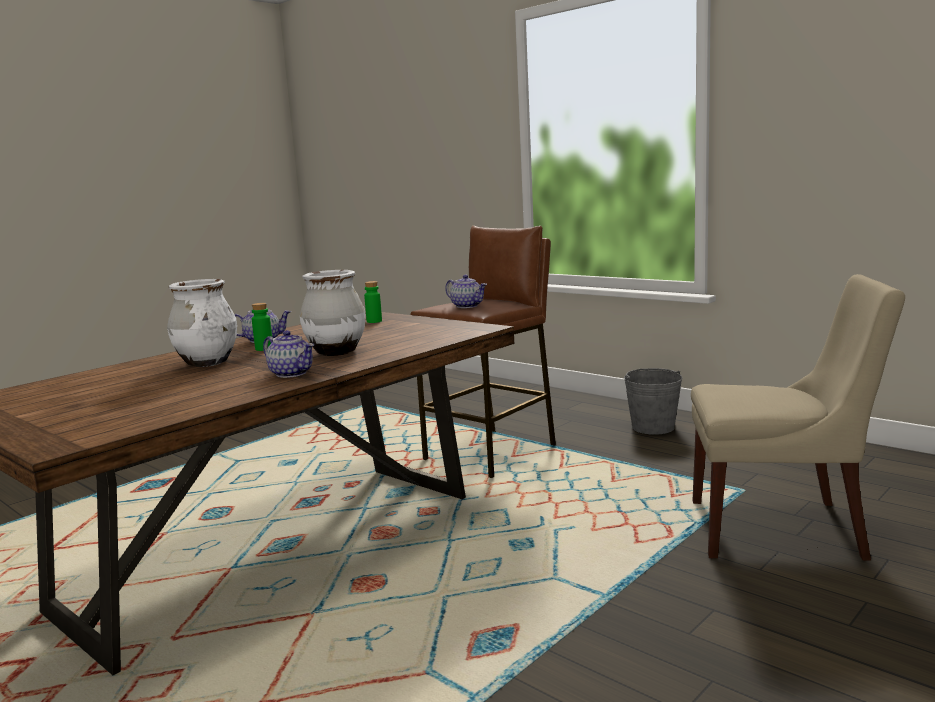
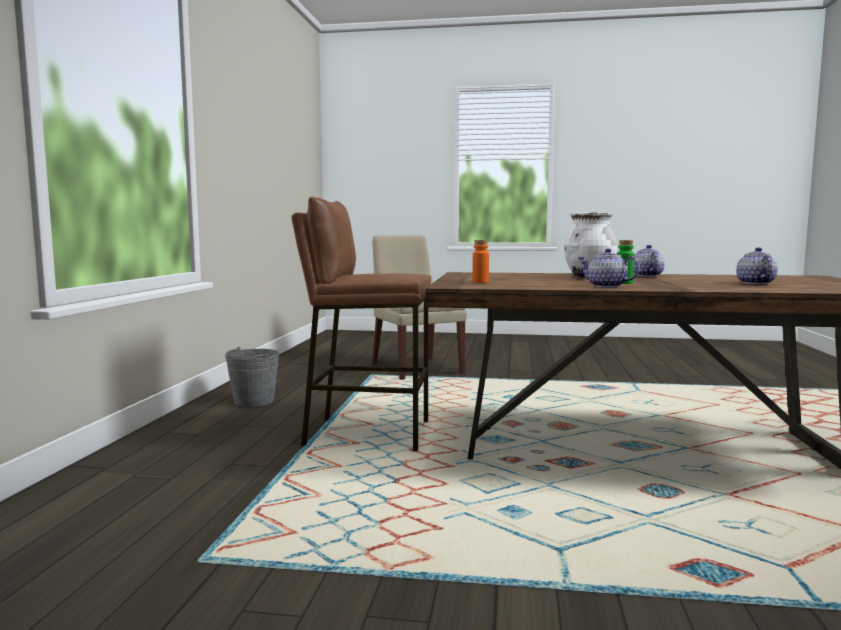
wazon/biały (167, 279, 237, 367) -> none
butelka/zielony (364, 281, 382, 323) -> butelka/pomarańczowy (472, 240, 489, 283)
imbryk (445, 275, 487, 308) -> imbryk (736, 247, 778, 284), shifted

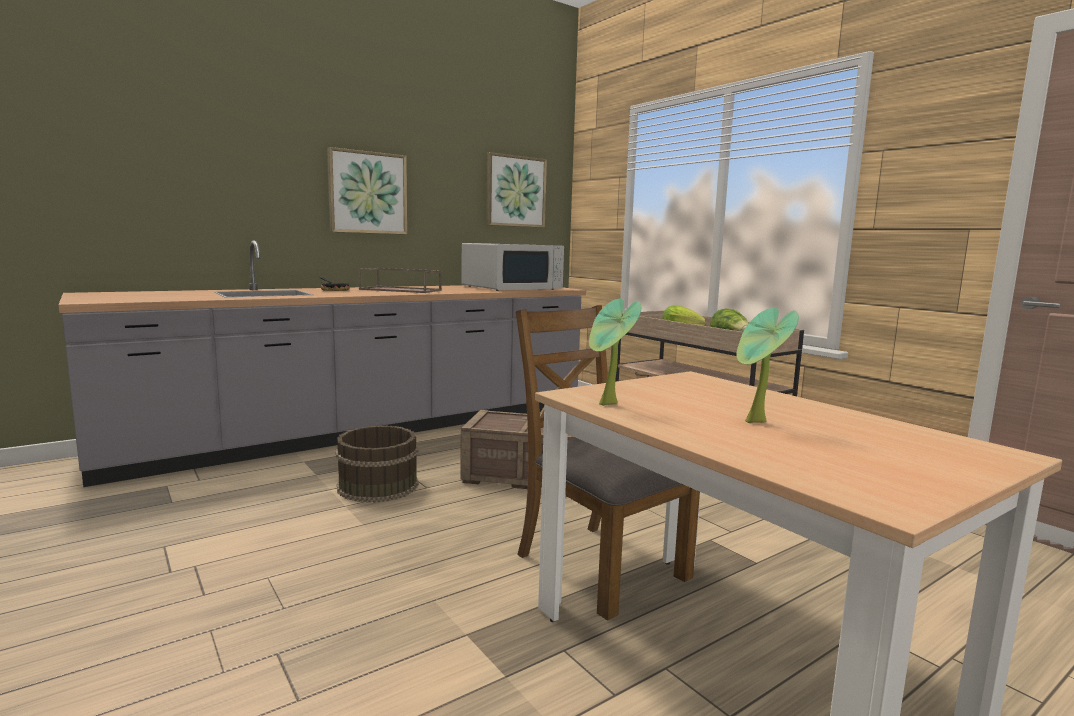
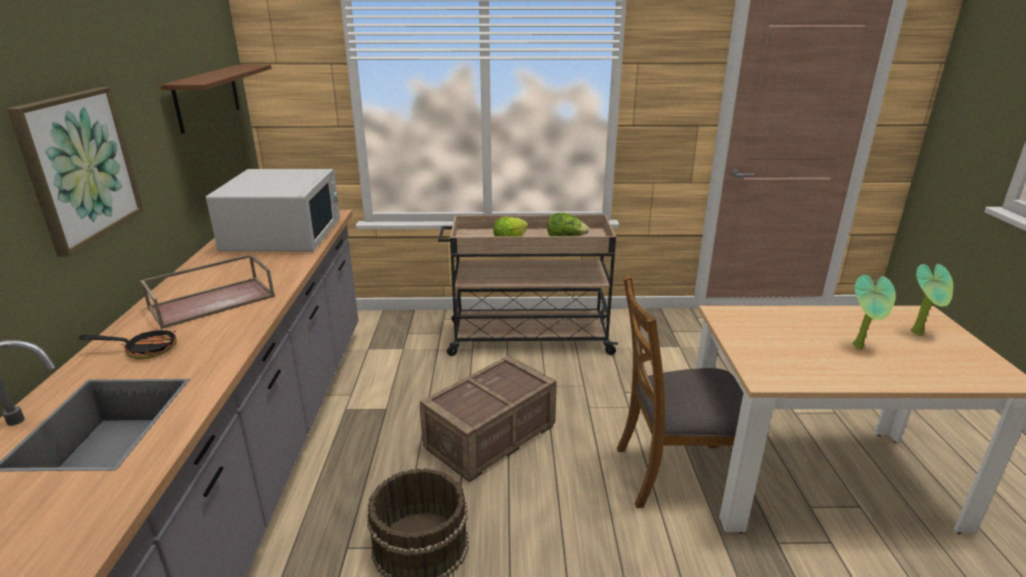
obraz (486, 152, 547, 228) -> półka/brązowy (160, 65, 271, 134)
roślina doniczkowa (589, 298, 641, 406) -> roślina doniczkowa (911, 264, 953, 336), shifted

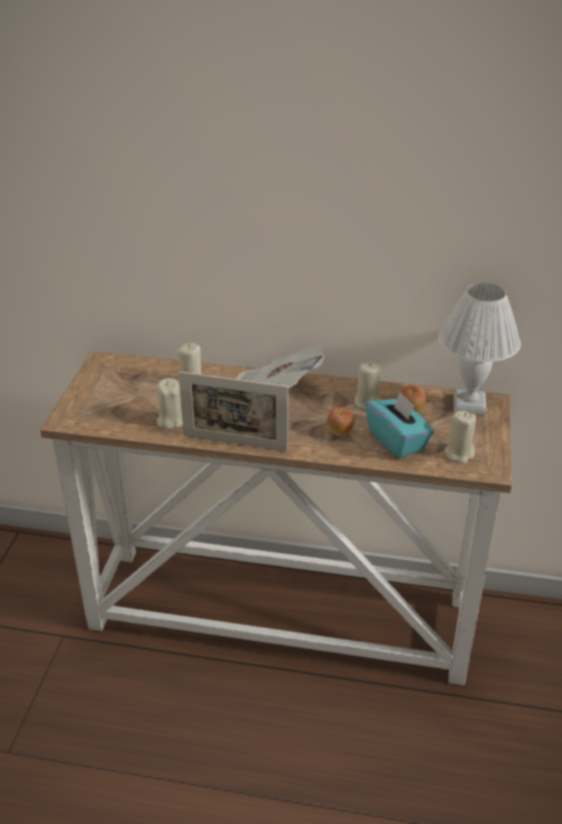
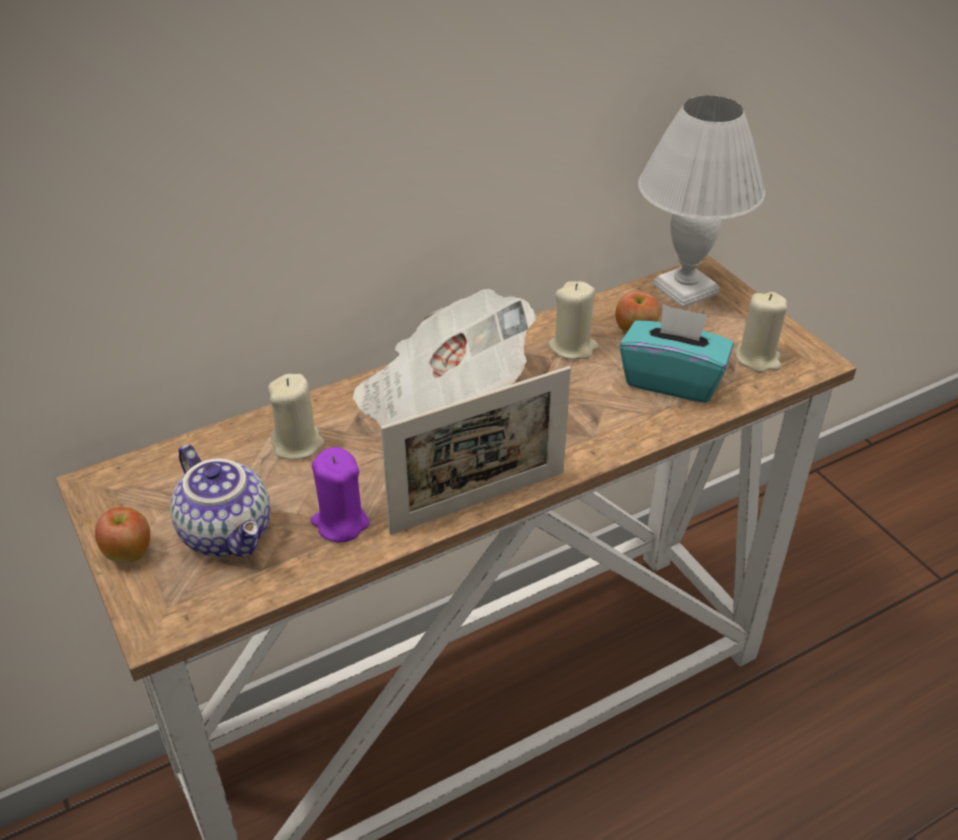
świeca/beżowy (157, 378, 183, 429) -> świeca/fioletowy (311, 447, 370, 543)
jabłko (327, 407, 354, 437) -> jabłko (95, 507, 150, 563), shifted
none -> imbryk (171, 444, 270, 557)

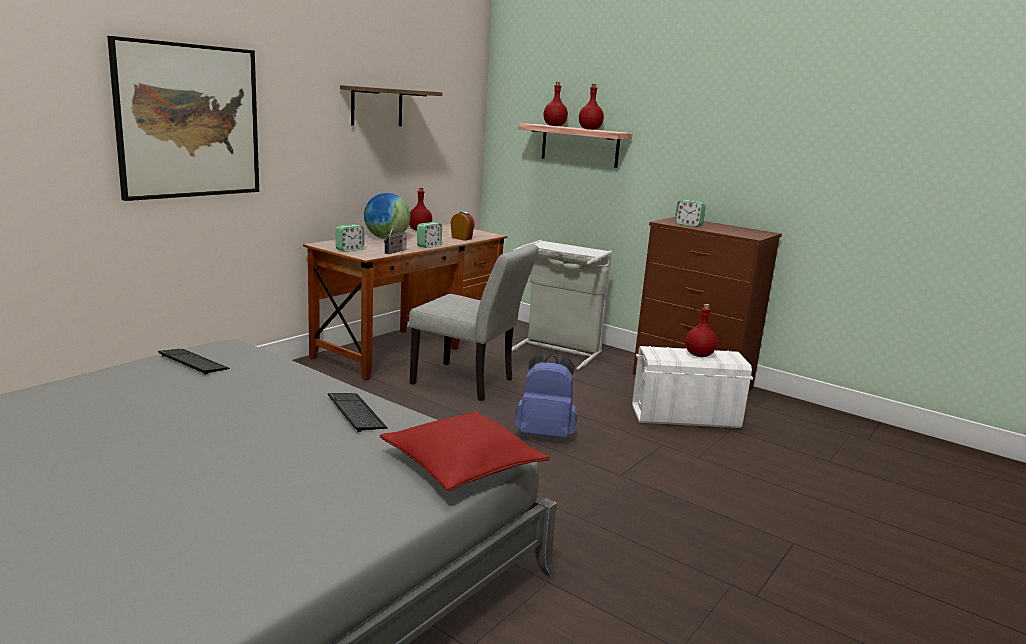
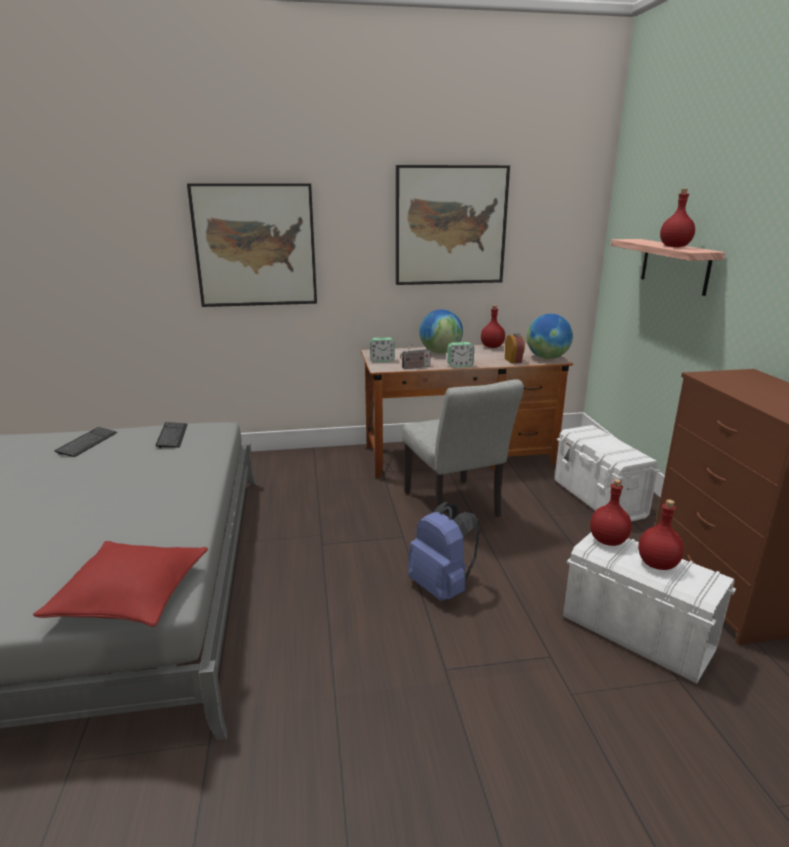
klawiatura (328, 393, 388, 432) -> klawiatura (54, 427, 117, 457), shifted
półka (340, 85, 442, 126) -> obraz (396, 165, 510, 285)
kosz na pranie/szary (512, 240, 613, 370) -> pojemnik do przechowywania/biały (555, 425, 661, 522)
butelka/czerwony (543, 82, 568, 126) -> butelka/czerwony (590, 479, 632, 546), shifted
budzik (675, 200, 706, 227) -> none
none -> globus (527, 314, 573, 359)

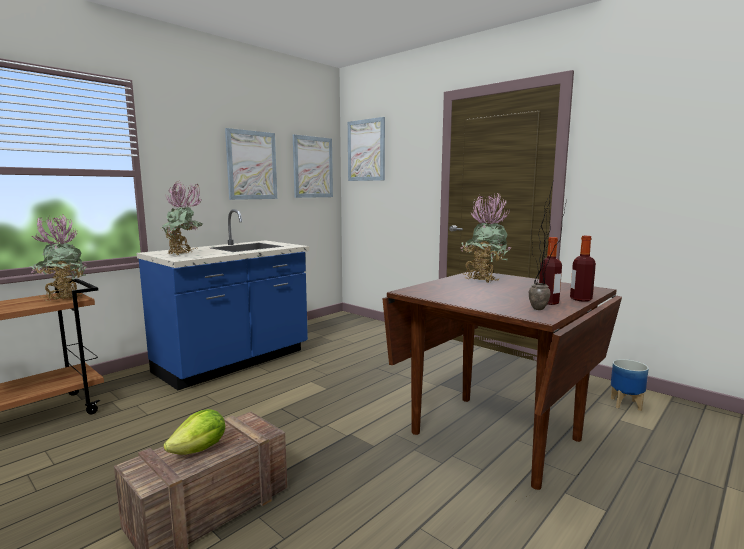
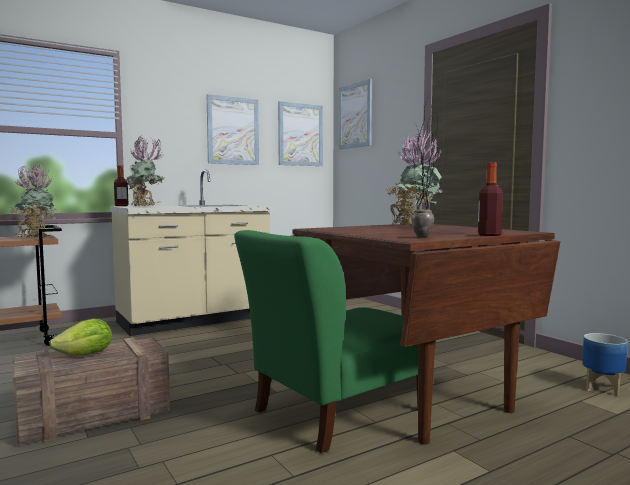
zabudowa kuchenna/niebieski (137, 209, 309, 390) -> zabudowa kuchenna/beżowy (110, 170, 273, 336)
butelka (539, 237, 562, 305) -> butelka (114, 166, 129, 206), shifted
none -> krzesło/zielony (234, 230, 418, 453)

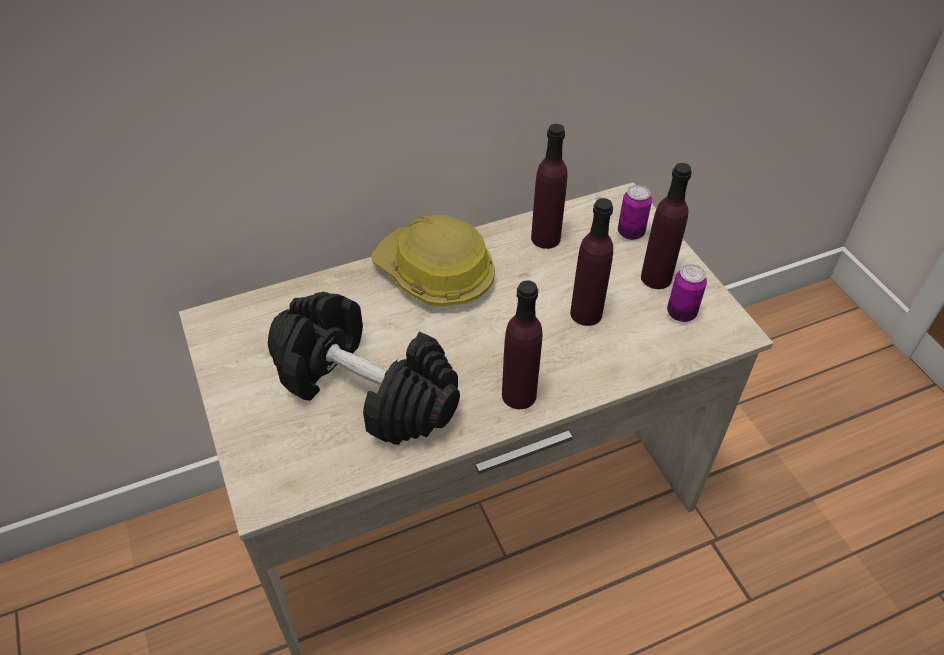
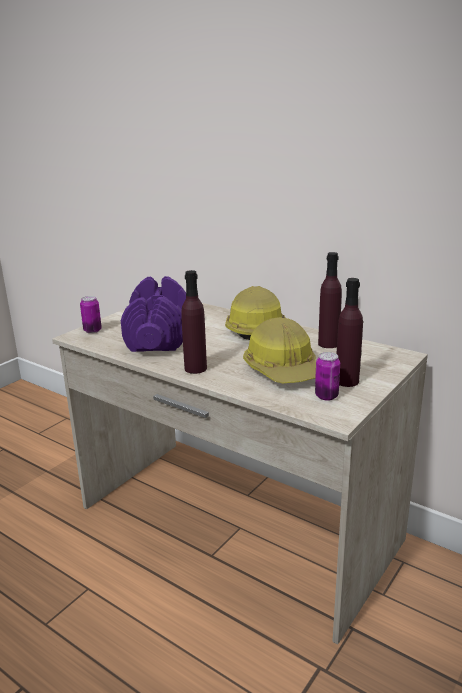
hantel/czarny (268, 292, 460, 445) -> hantel/fioletowy (121, 276, 186, 352)
butelka/fioletowy (570, 198, 613, 326) -> kask (243, 317, 316, 383)
puszka (618, 185, 652, 240) -> puszka (80, 296, 102, 333), shifted

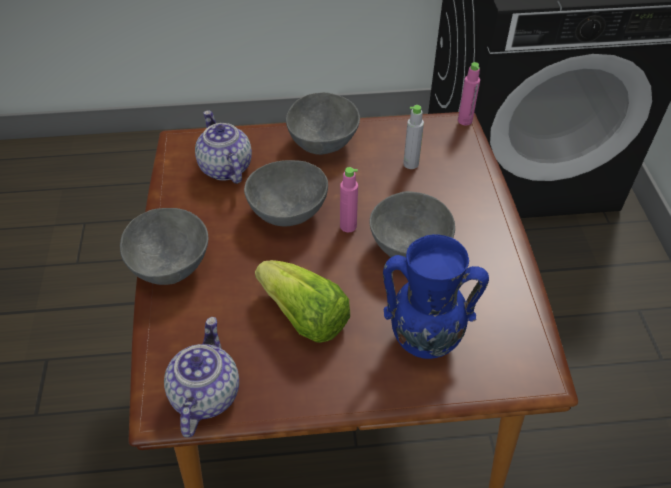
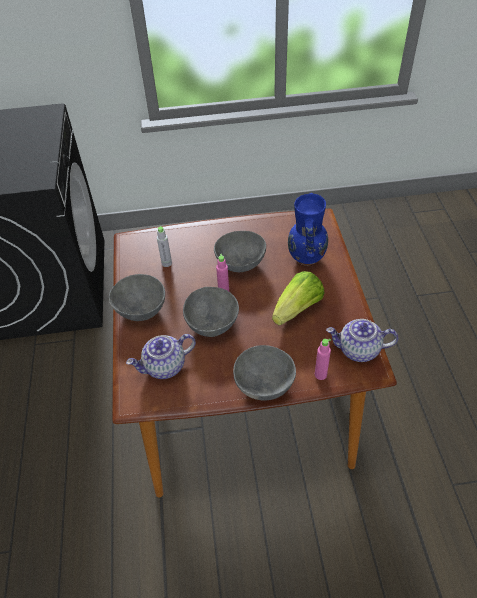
butelka/różowy (458, 62, 480, 125) -> butelka/różowy (315, 339, 331, 380), shifted

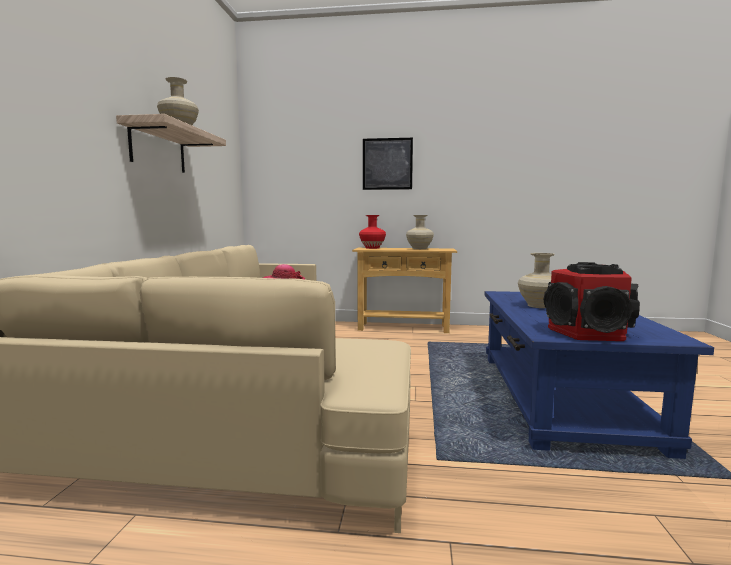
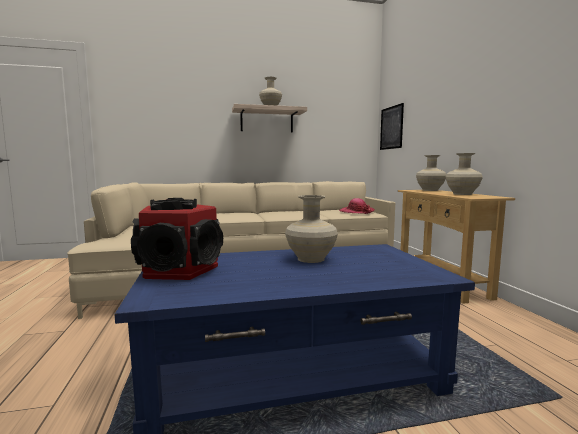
wazon/czerwony (359, 215, 386, 249) -> wazon/beżowy (416, 155, 446, 191)
obraz (363, 138, 413, 190) -> obraz (380, 103, 404, 150), shifted

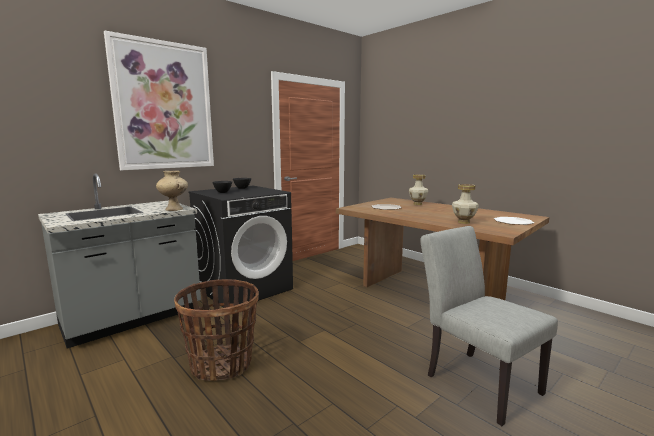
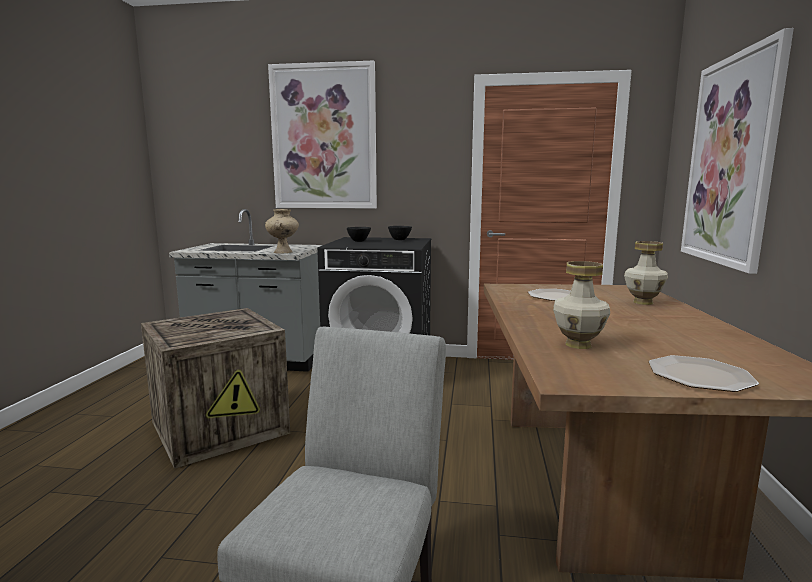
koszyk (174, 279, 259, 381) -> skrzynka (141, 308, 290, 469)
none -> obraz (681, 28, 794, 274)

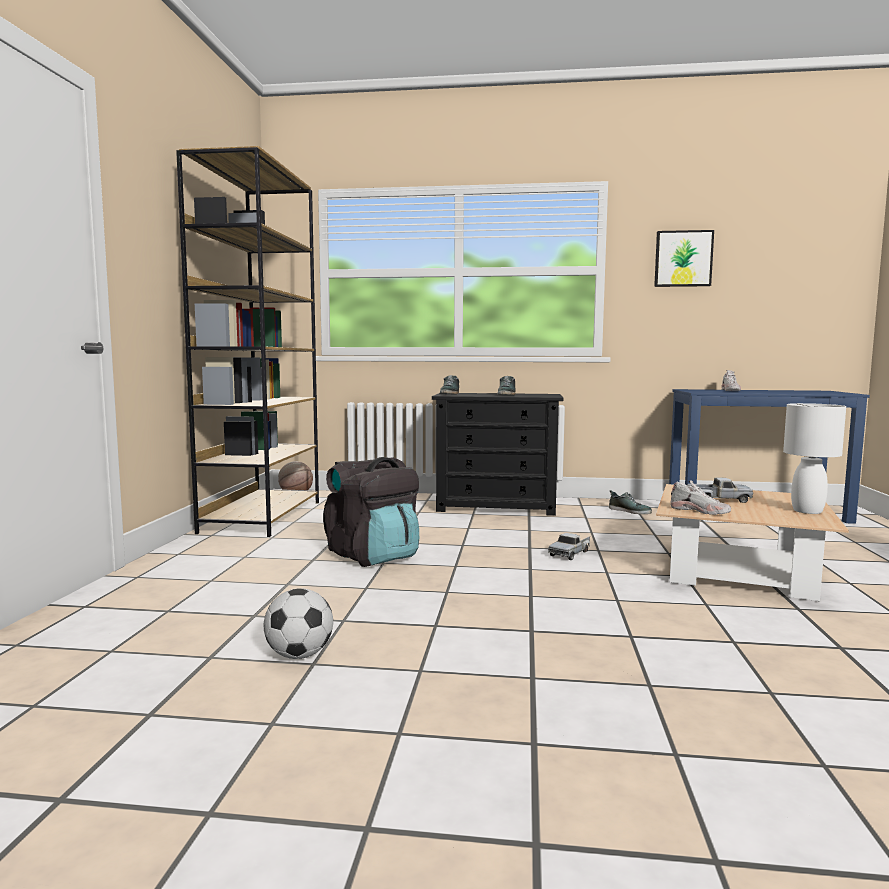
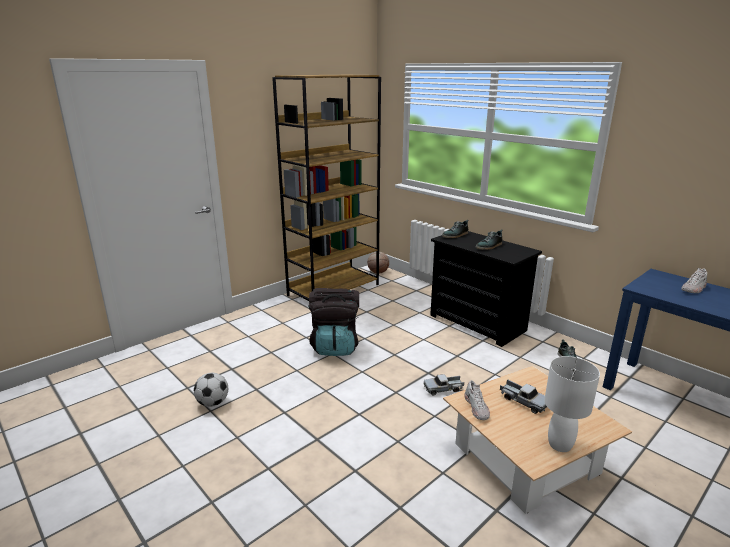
obraz (654, 230, 714, 287) -> none

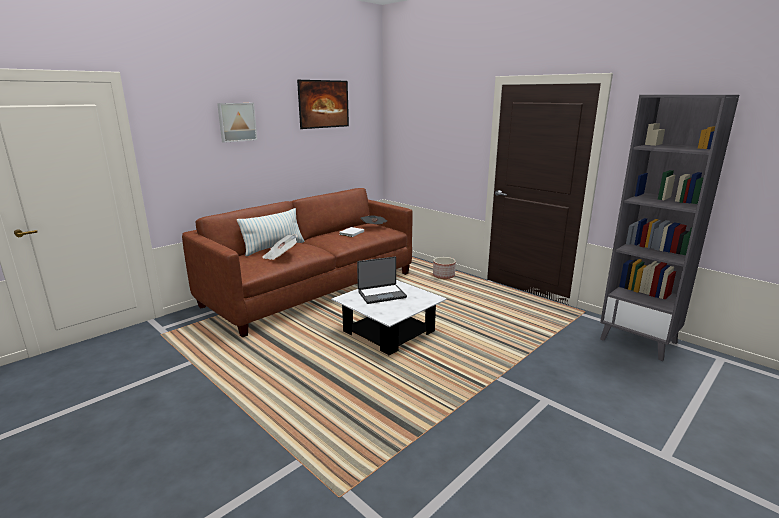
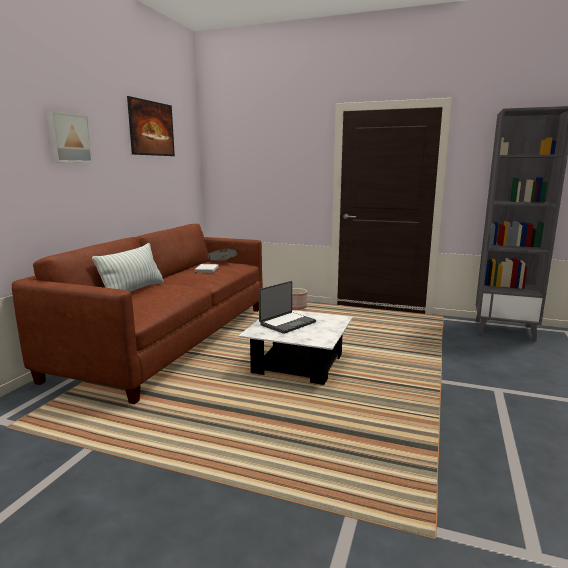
gazeta (262, 234, 298, 260) -> none

